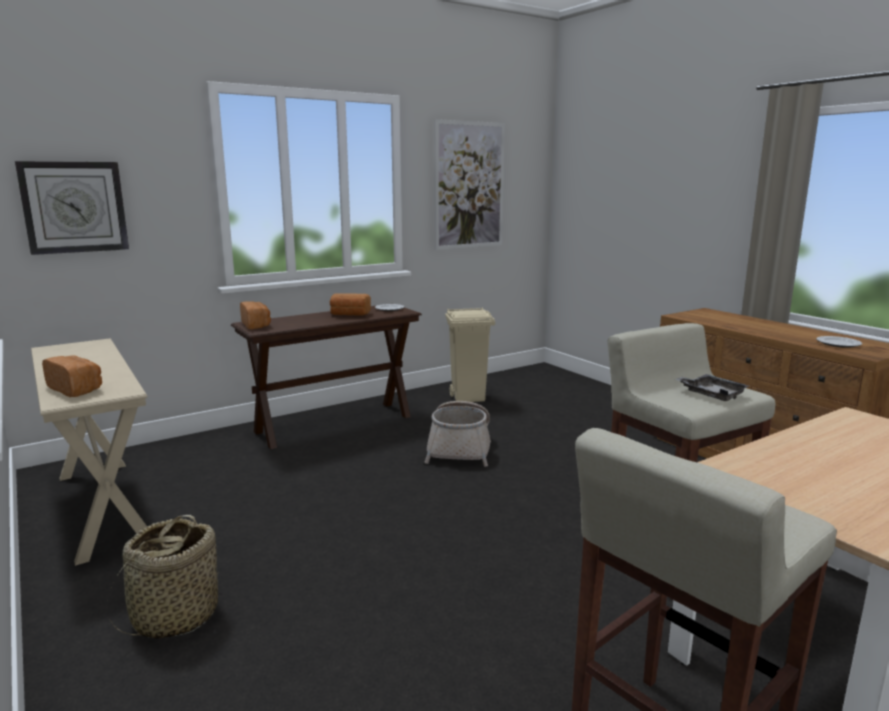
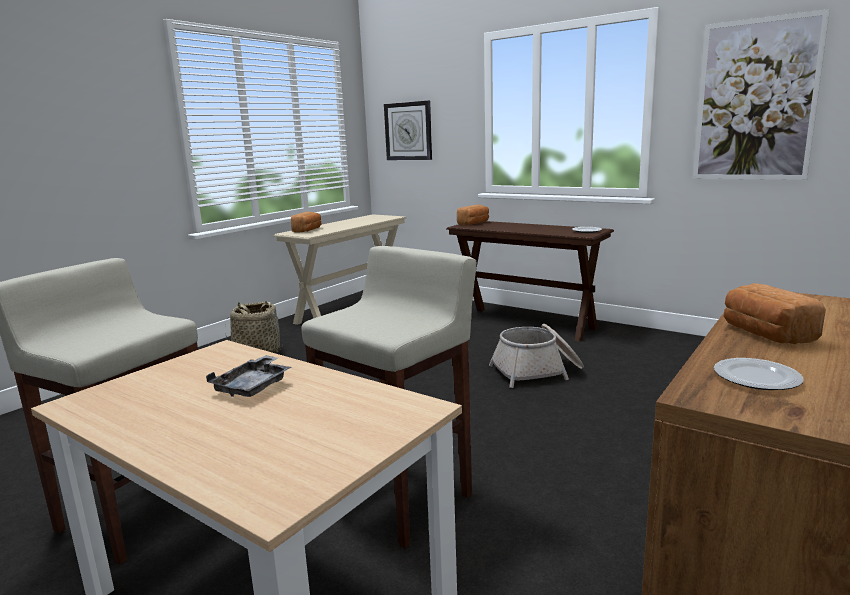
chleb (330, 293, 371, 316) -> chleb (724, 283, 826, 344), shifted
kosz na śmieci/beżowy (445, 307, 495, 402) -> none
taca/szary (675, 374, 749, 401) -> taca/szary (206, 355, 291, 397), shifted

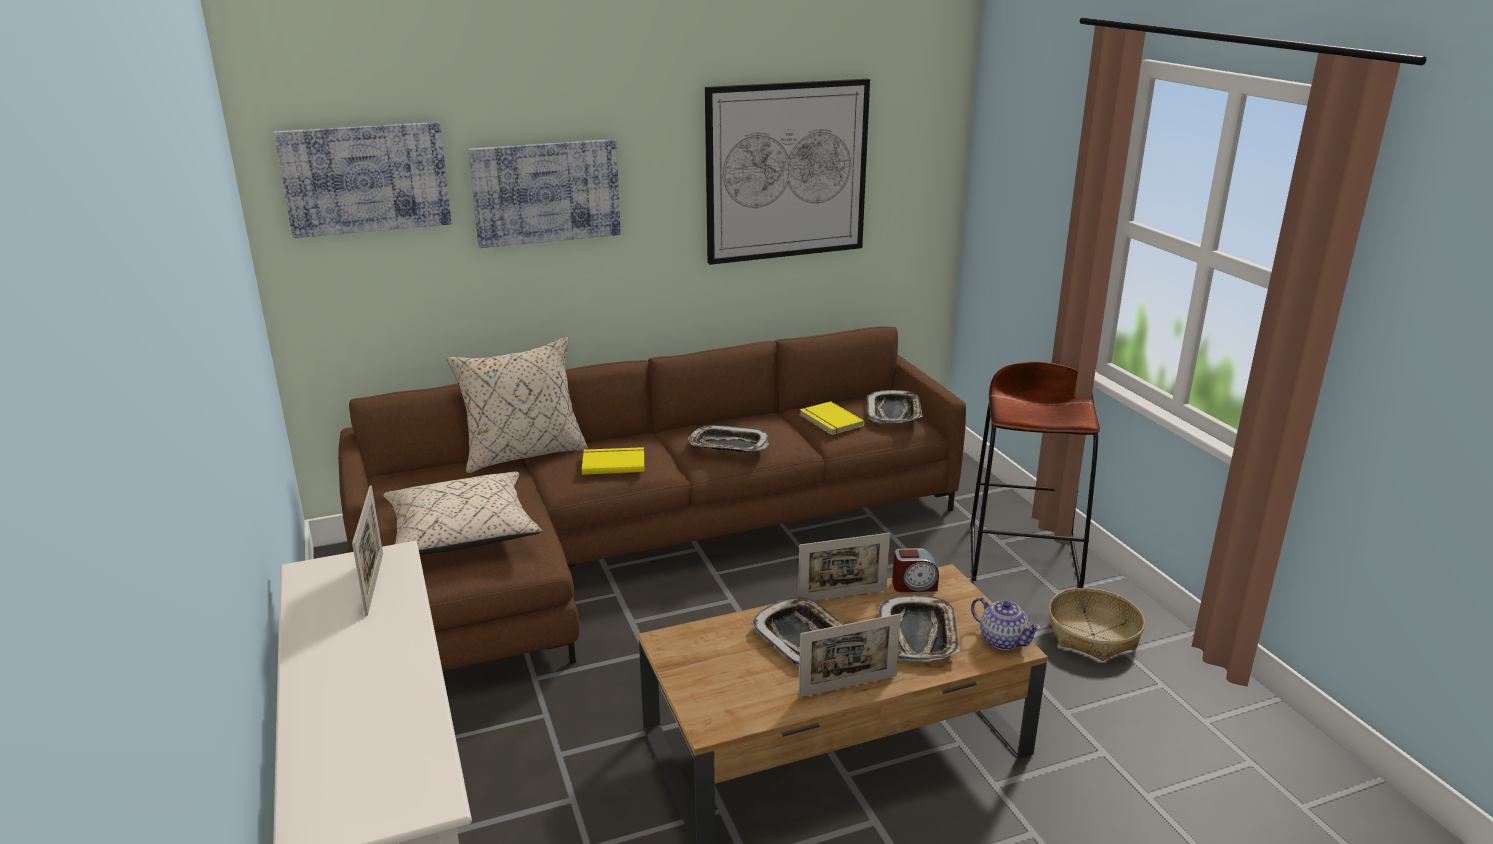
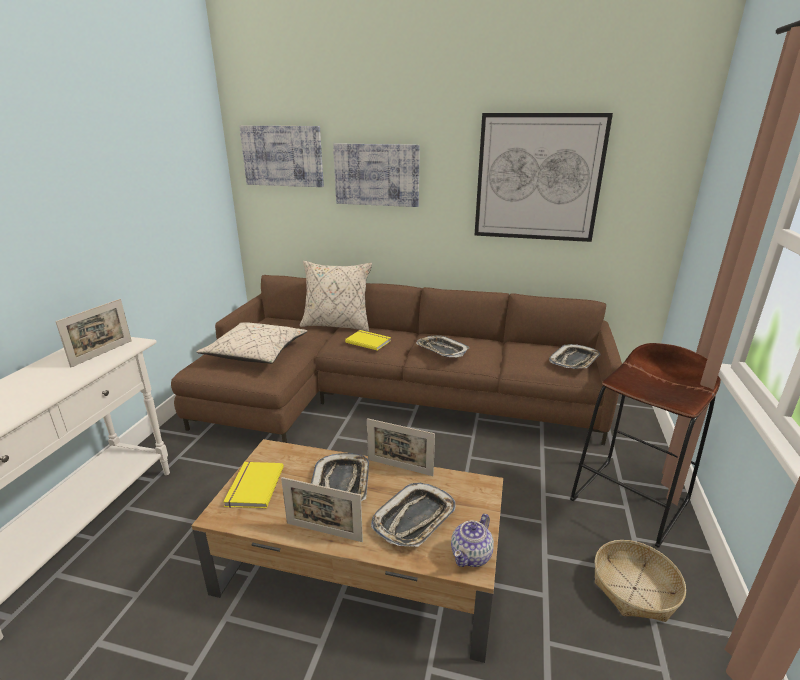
książka/żółty (799, 401, 865, 435) -> książka/żółty (223, 462, 284, 509), shifted
budzik (892, 548, 939, 592) -> none
imbryk (971, 597, 1042, 650) -> imbryk (451, 514, 494, 567), 45 degrees clockwise

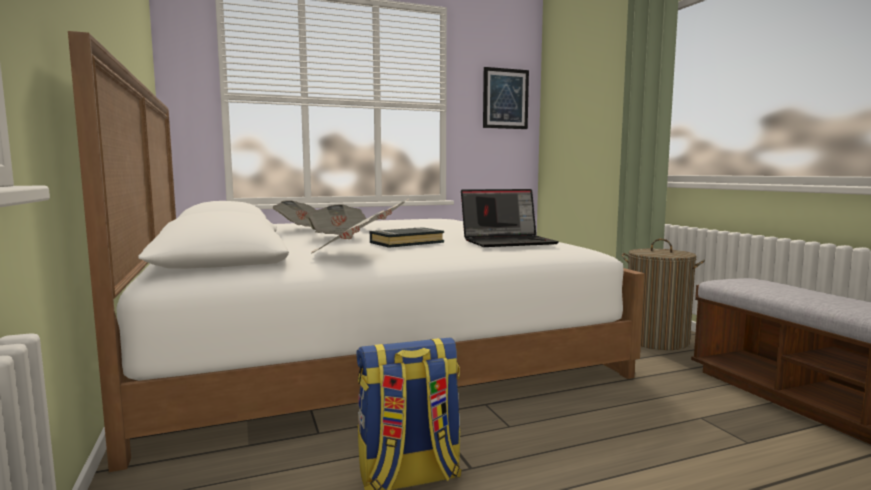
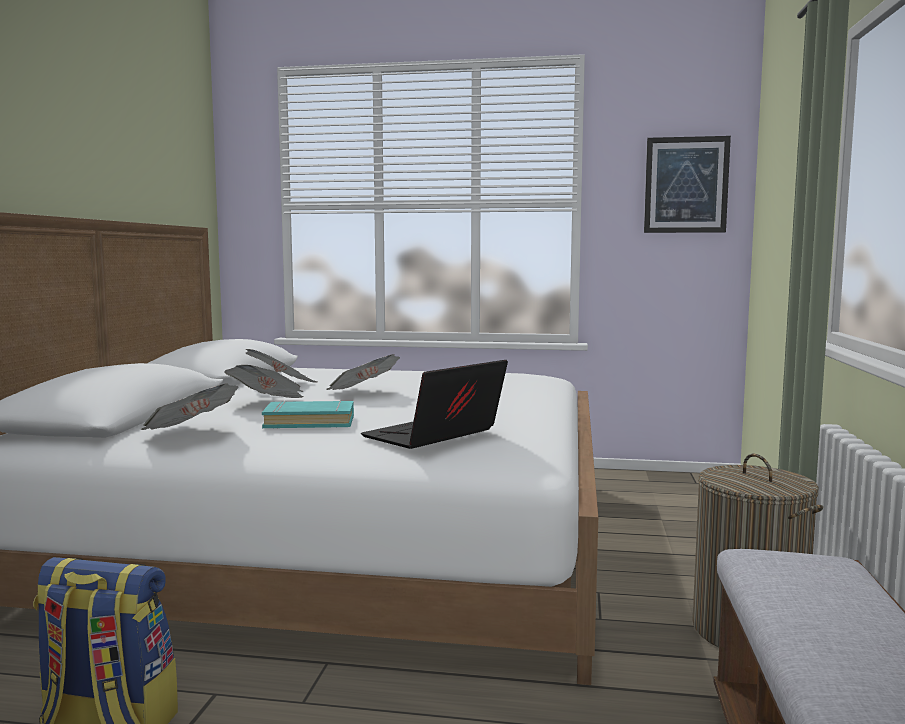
książka/czarny (370, 227, 444, 248) -> książka/turkusowy (262, 400, 354, 429)
laptop (461, 189, 559, 247) -> laptop (361, 360, 508, 449), 120 degrees clockwise

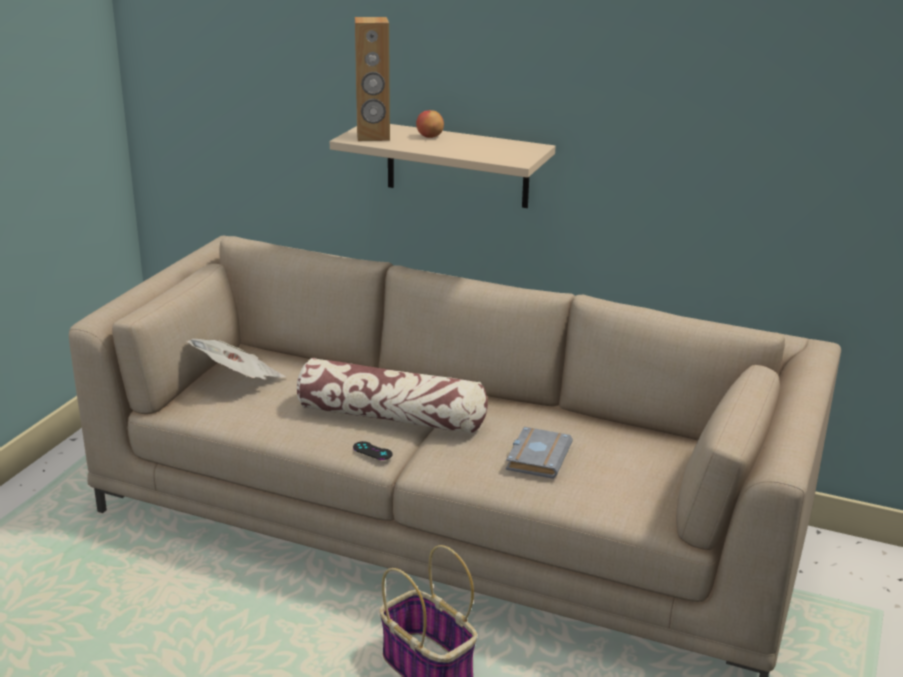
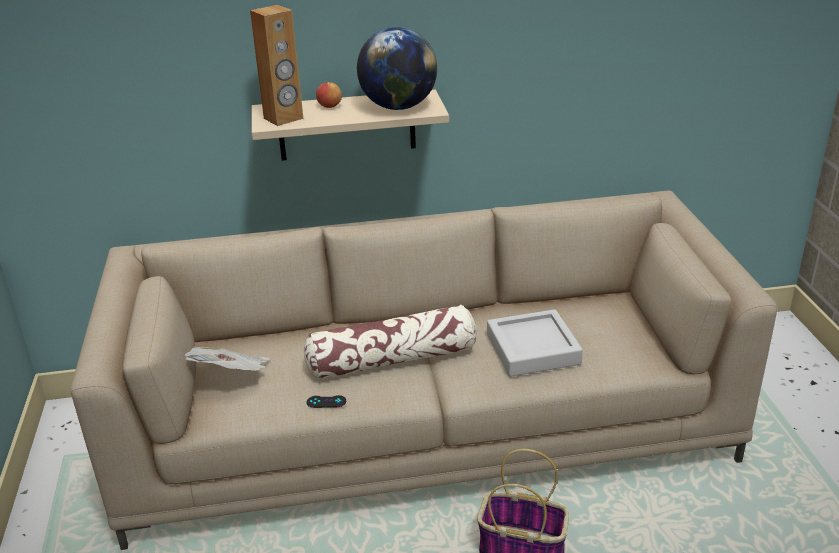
pad do gier/czarny (353, 441, 392, 460) -> pad do gier/czarny (307, 395, 346, 408), shifted
książka/szary (506, 427, 573, 479) -> taca/szary (487, 309, 583, 377)
none -> globus (357, 27, 437, 110)

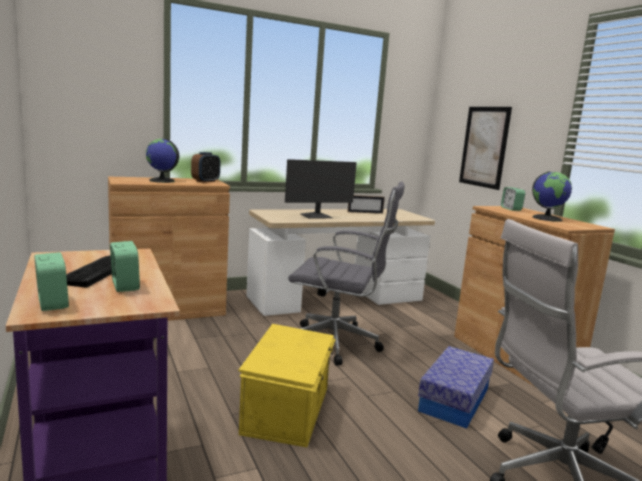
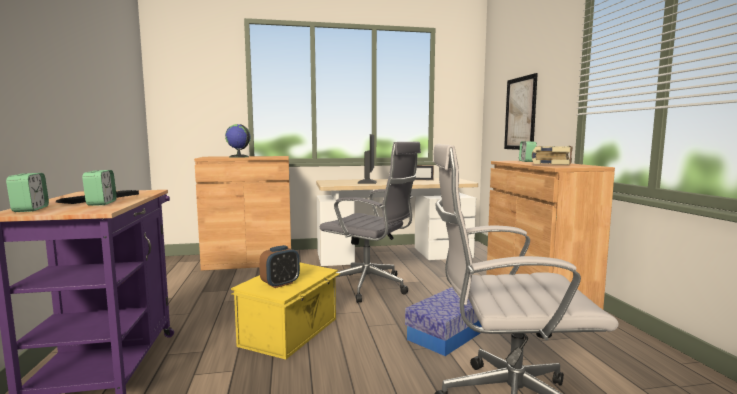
budzik (191, 152, 220, 183) -> budzik (259, 245, 300, 288), shifted
monitor (285, 159, 357, 219) -> monitor (357, 134, 377, 184), 75 degrees counterclockwise
globus (532, 171, 572, 222) -> książka (532, 146, 573, 165)

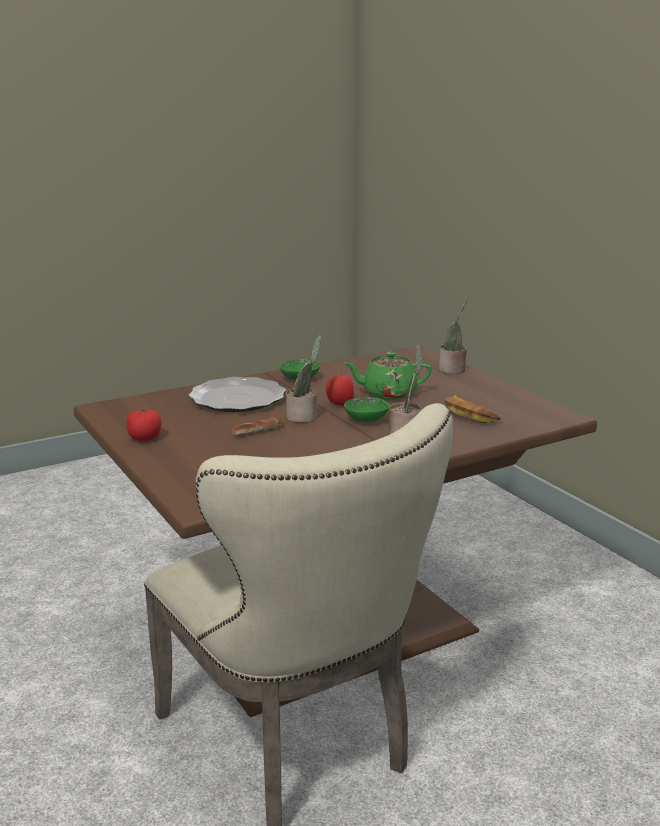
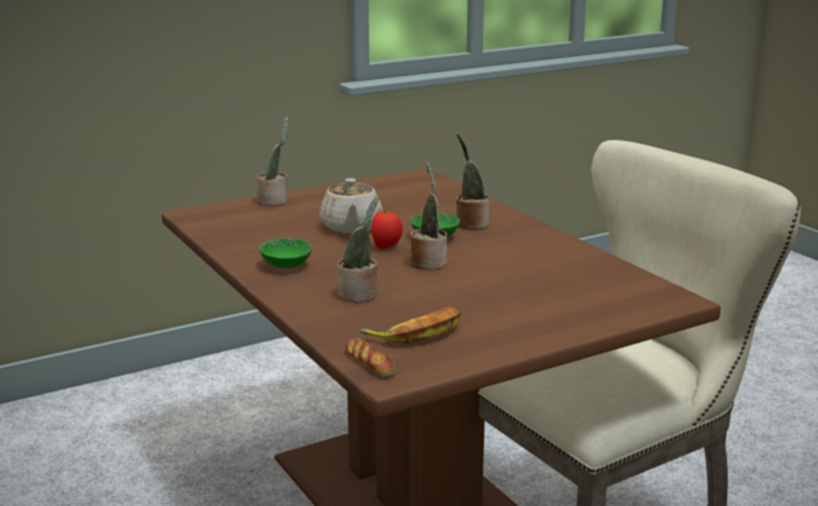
pomidor (126, 408, 162, 441) -> none
talerz (189, 377, 286, 412) -> roślina doniczkowa (338, 195, 379, 302)
chleb (232, 418, 284, 435) -> chleb (346, 338, 395, 377), shifted
imbryk/zielony (343, 352, 432, 400) -> imbryk/beżowy (319, 178, 383, 233)
banan (444, 394, 501, 423) -> banan (360, 307, 461, 343), shifted

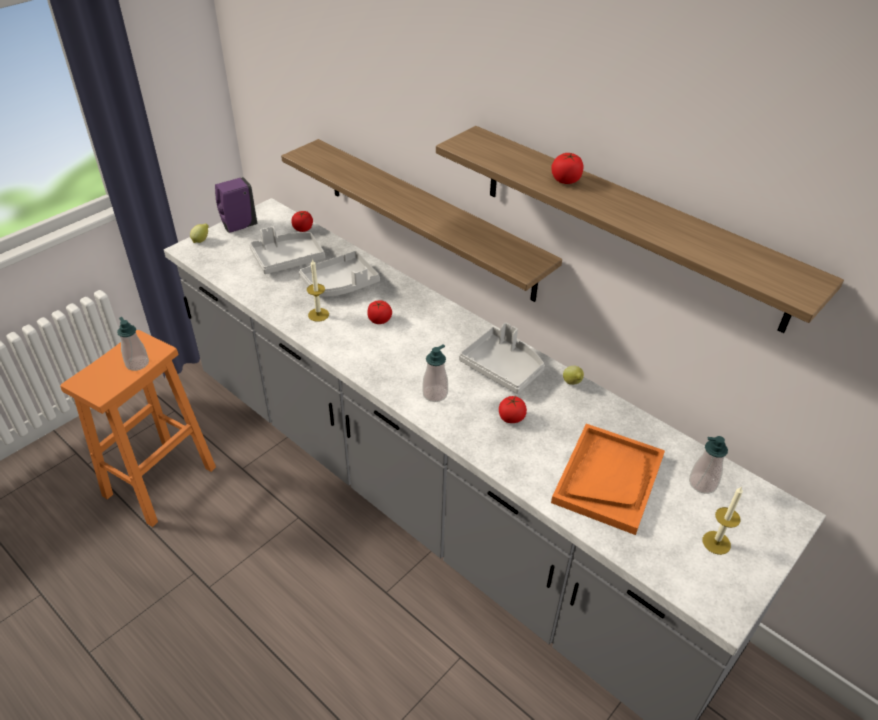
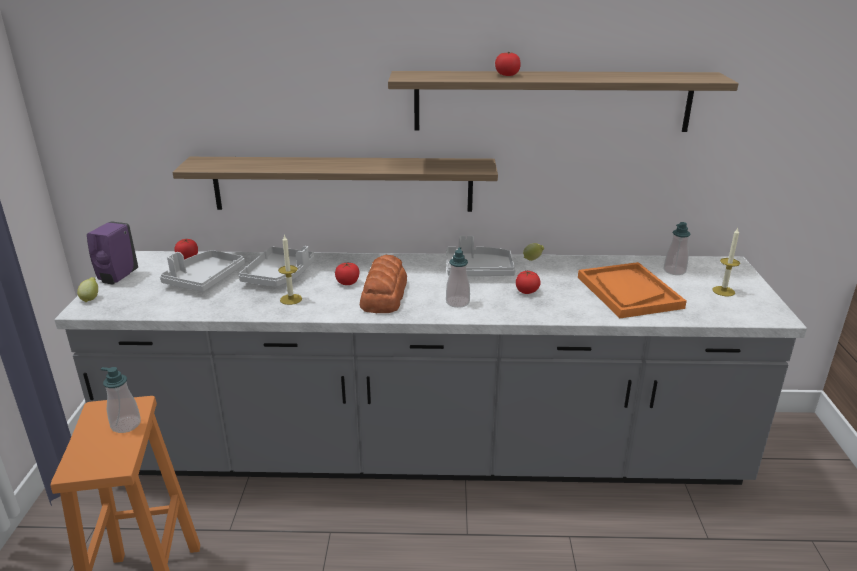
none -> chleb (360, 255, 407, 313)

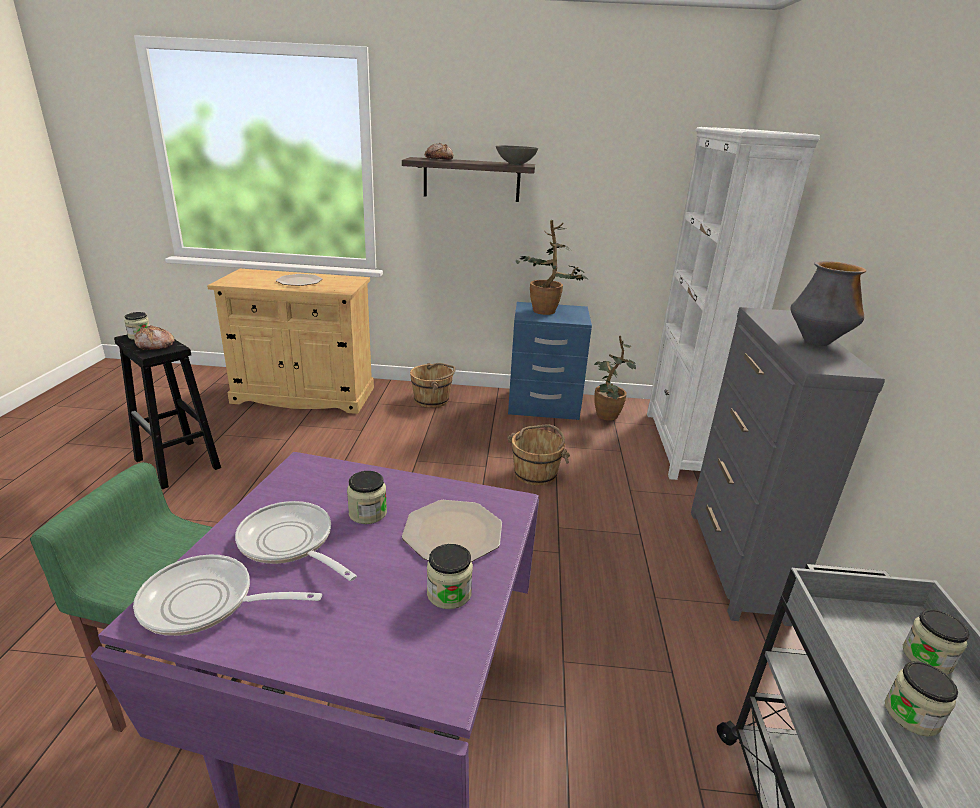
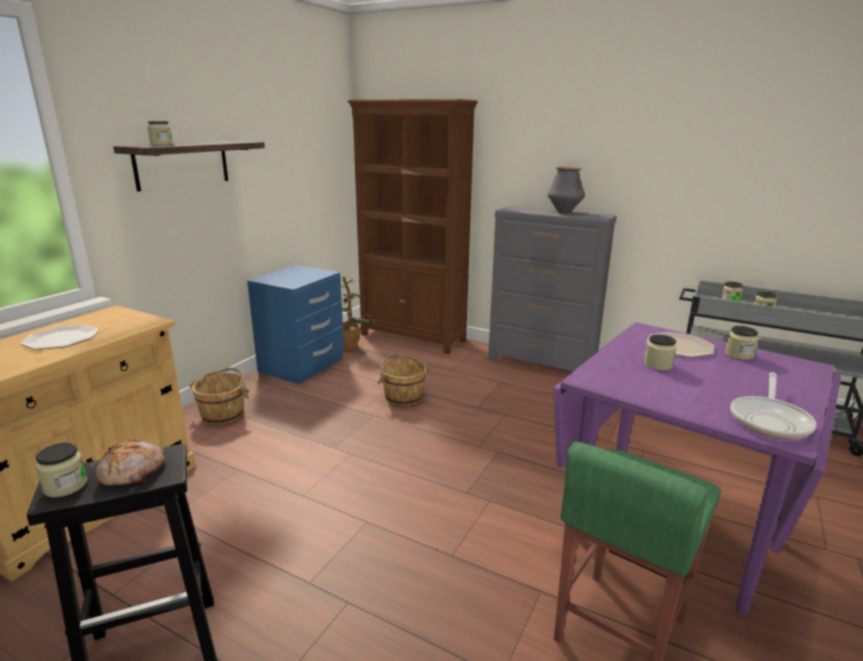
patelnia (235, 501, 357, 581) -> none
chleb (424, 143, 453, 160) -> słoik (147, 121, 173, 145)
miska/szary (496, 146, 538, 165) -> none
roślina doniczkowa (516, 220, 589, 315) -> none
regał/biały (647, 127, 820, 480) -> regał/brązowy (347, 99, 478, 354)

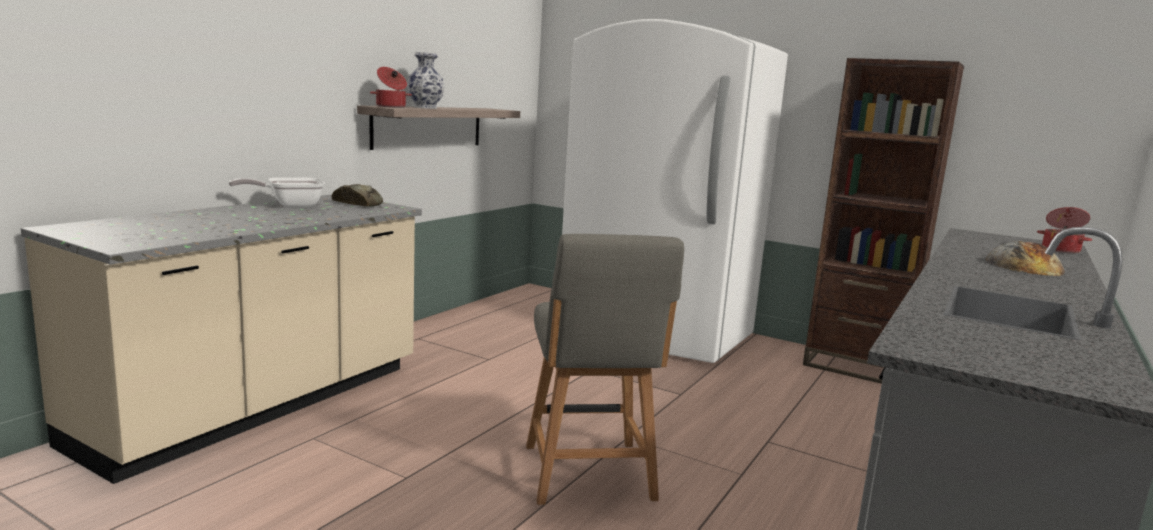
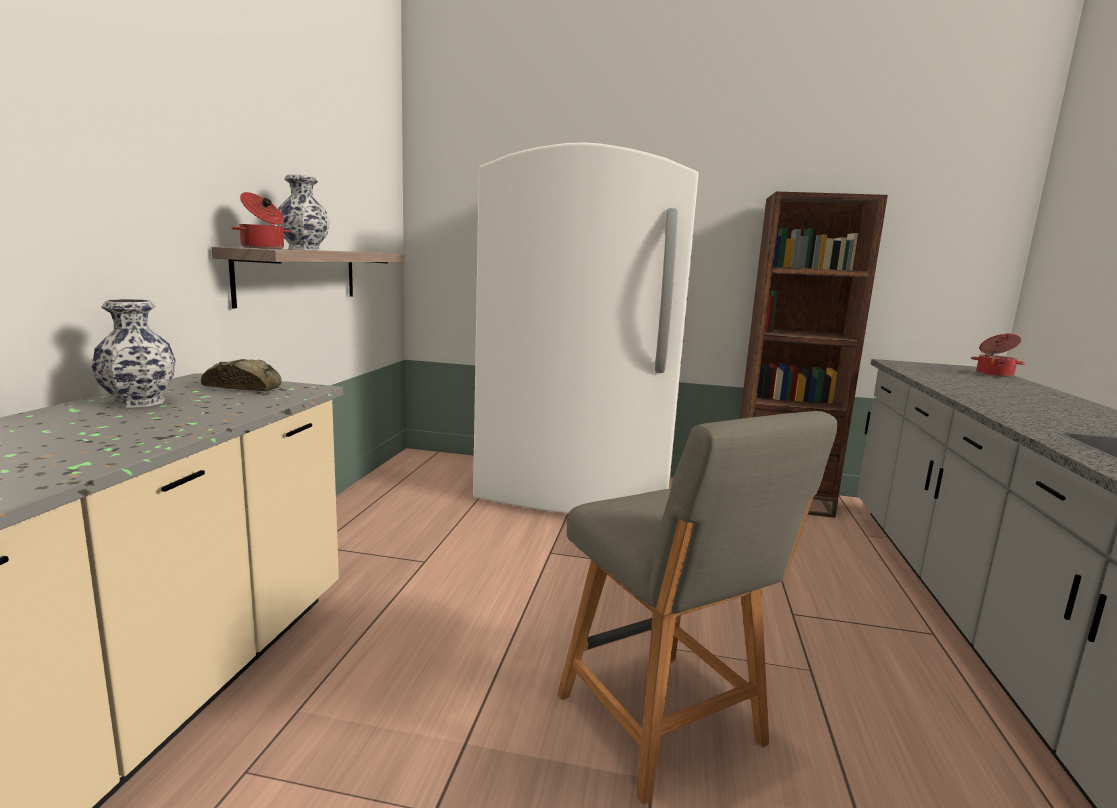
patelnia (229, 178, 325, 208) -> wazon (92, 299, 176, 408)
chleb (985, 241, 1065, 276) -> none

